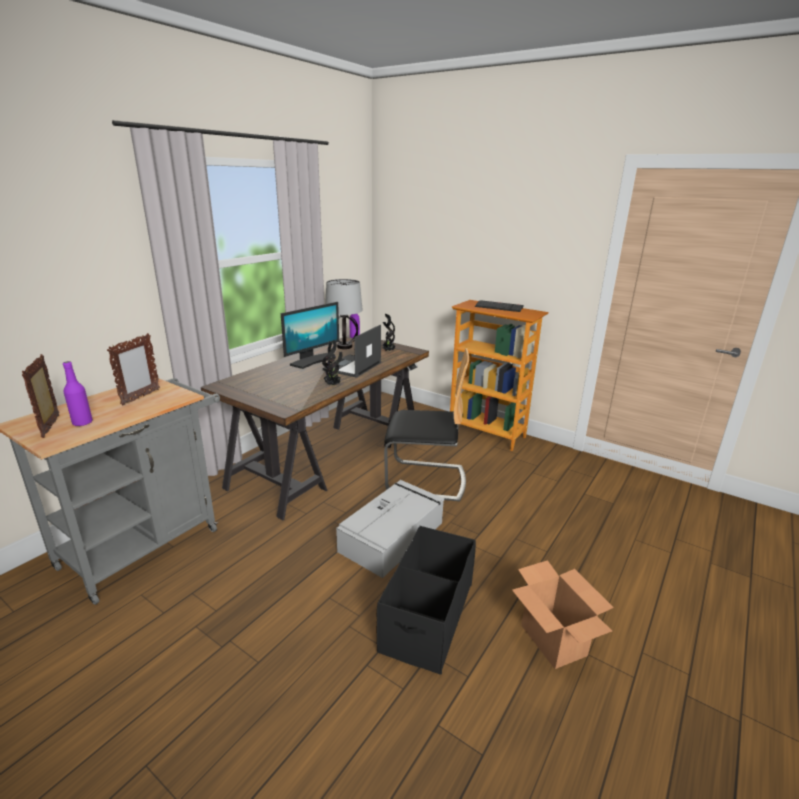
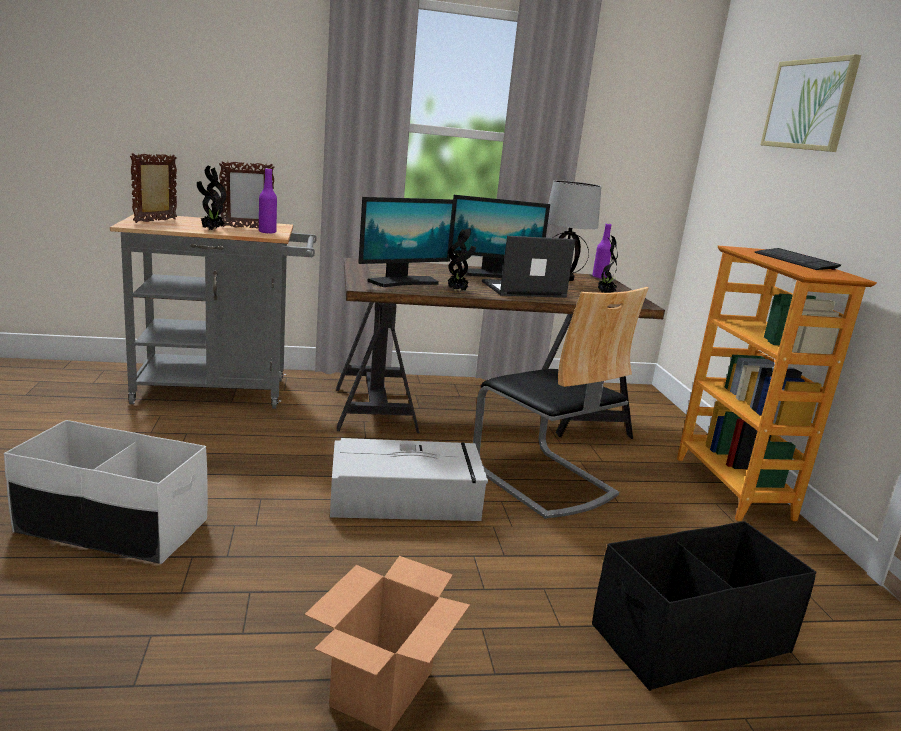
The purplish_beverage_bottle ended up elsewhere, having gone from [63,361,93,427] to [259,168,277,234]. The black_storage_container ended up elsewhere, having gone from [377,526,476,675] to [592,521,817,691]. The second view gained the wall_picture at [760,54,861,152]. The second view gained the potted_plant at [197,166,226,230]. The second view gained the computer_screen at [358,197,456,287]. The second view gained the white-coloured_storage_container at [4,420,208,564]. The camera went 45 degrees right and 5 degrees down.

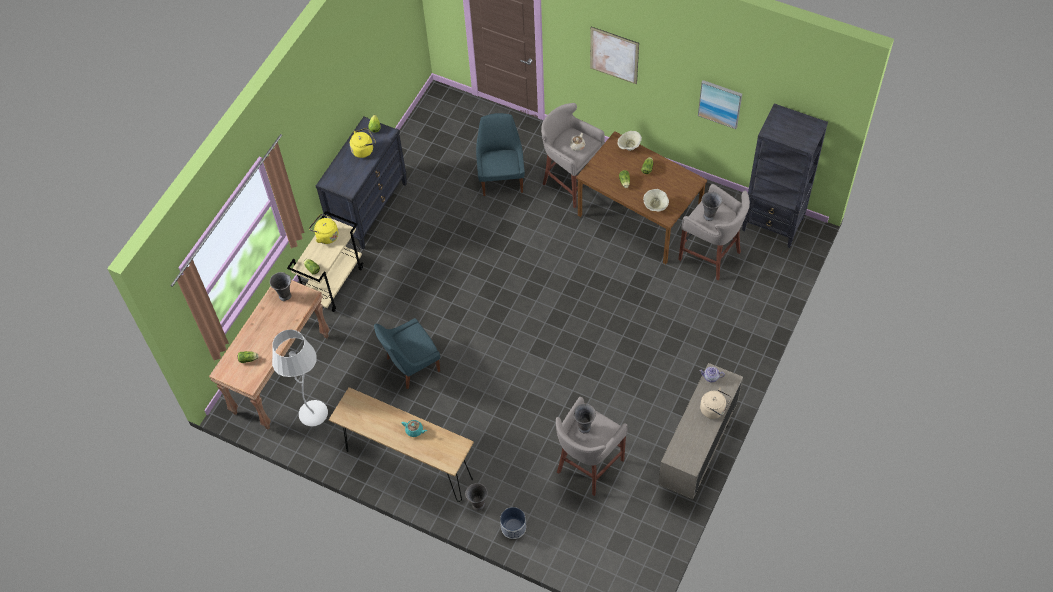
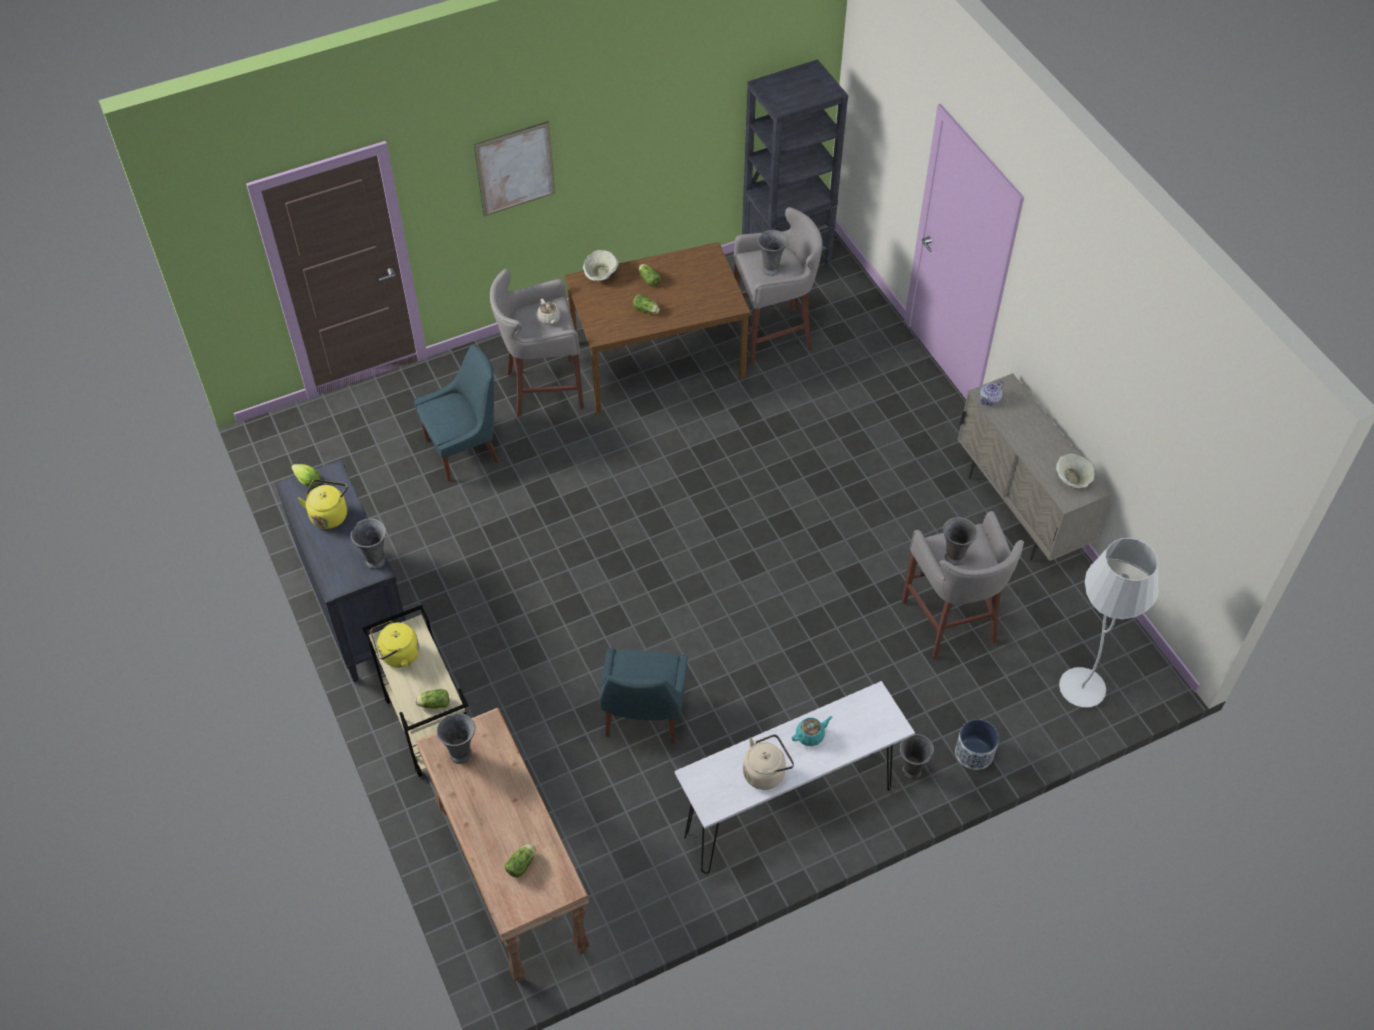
The second view lost the wall_picture at [698,80,742,129]. The bluish_chair at [476,113,525,196] ended up facing another way, 120 degrees clockwise from before. The sand-coloured_serving_bowl ended up elsewhere, having gone from [643,189,669,211] to [1056,454,1095,488]. The white-coloured_floor_lamp ended up elsewhere, having gone from [272,330,328,427] to [1059,538,1158,708]. What was the brown_narrow_table at [329,387,474,502] turned into the white-coloured_narrow_table at [675,681,915,874]. The sand-coloured_tea_kettle ended up elsewhere, having gone from [700,387,731,419] to [743,734,794,790]. The second view gained the greyish_flower_vase at [351,518,386,569]. The camera went 55 degrees left and 5 degrees down.

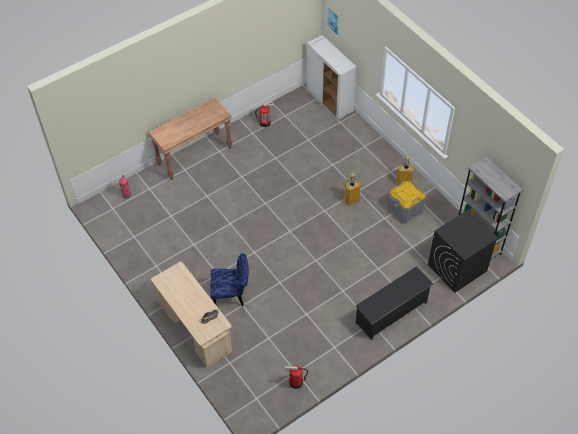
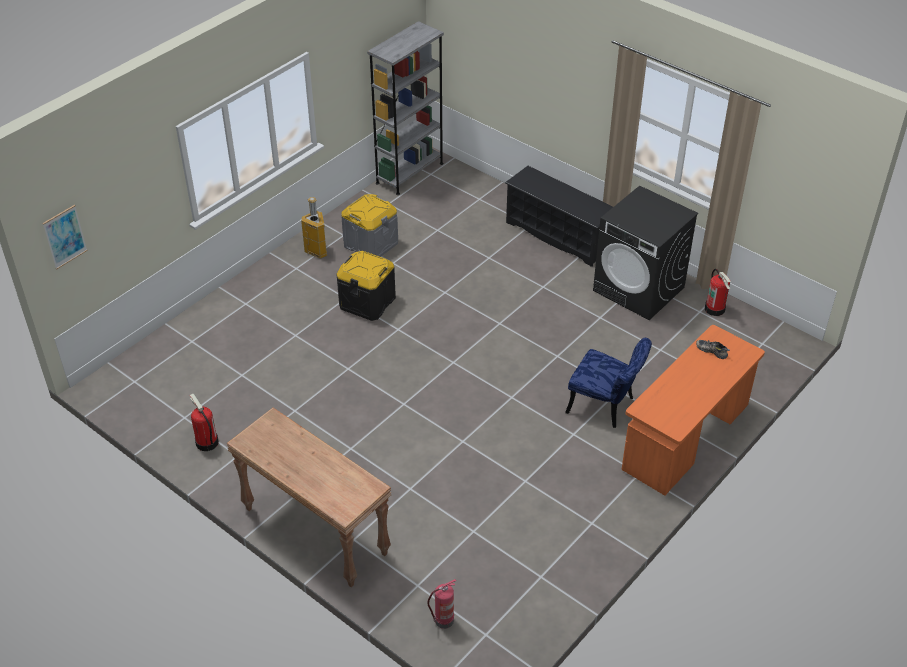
The second view lost the white-coloured_cabinet at [306,35,356,119]. Where the rubbish_bin stood at [344,173,361,206], the black_storage_container came to stand at [336,251,396,321]. The black_washing_machine ended up elsewhere, having gone from [428,209,498,292] to [593,186,698,320]. The bluish_chair at [211,253,249,306] ended up facing another way, 135 degrees clockwise from before. What was the sand-coloured_desk_table at [151,261,232,367] turned into the orange-coloured_desk_table at [622,325,765,496]. The camera went 105 degrees left and 10 degrees down.

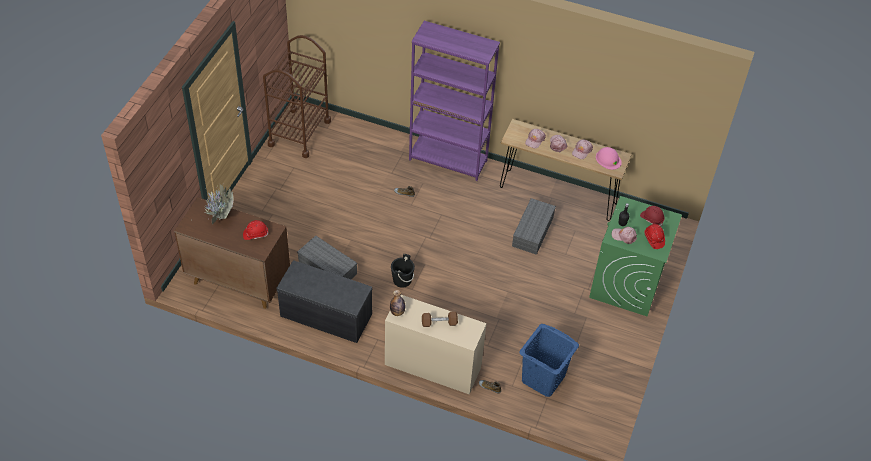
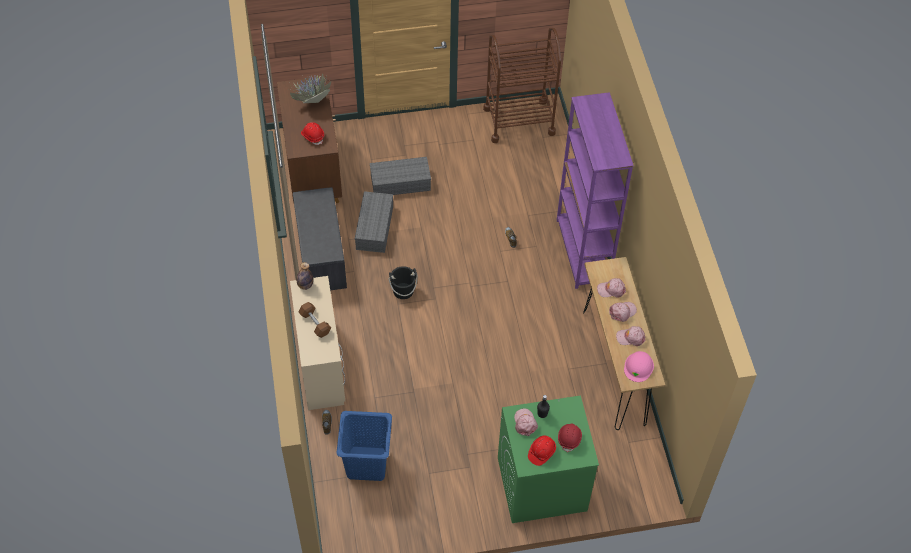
The greyish_storage_container ended up elsewhere, having gone from [512,198,556,255] to [370,157,431,195]. The camera went 60 degrees right and 5 degrees up.

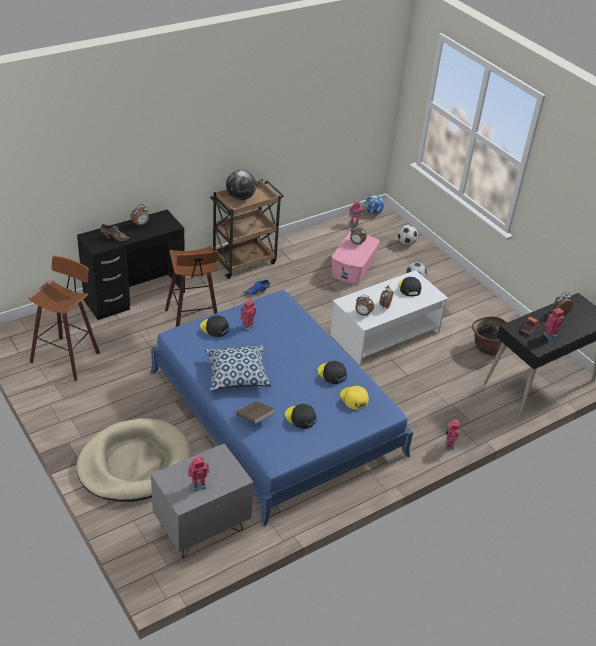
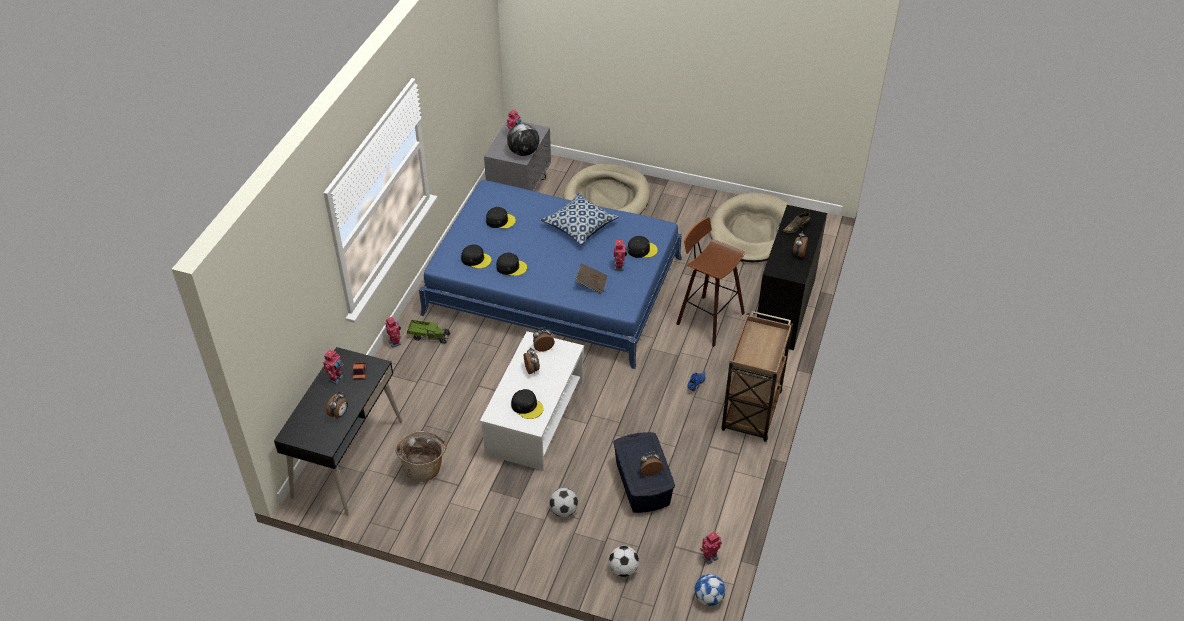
The globe ended up elsewhere, having gone from [226,170,256,200] to [507,124,539,156]. What was the pinkish_storage_container at [332,232,380,285] turned into the bluish_storage_container at [613,432,675,513]. Where the sitting_stool stood at [28,256,100,381], the sand-coloured_dog_cushion came to stand at [710,193,790,262]. What was the yellow_cap at [340,386,369,410] turned into the black_cap at [461,244,492,269]. The brown_volume ended up elsewhere, having gone from [236,401,275,424] to [575,263,608,294]. The second view gained the toy_truck at [407,320,450,344]. The camera went 145 degrees right and 5 degrees up.

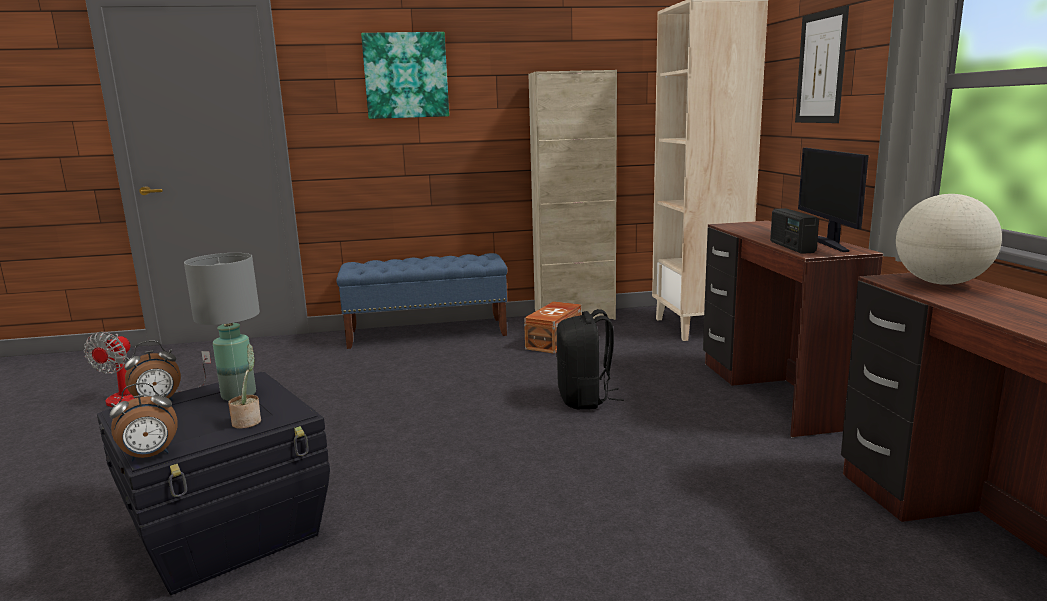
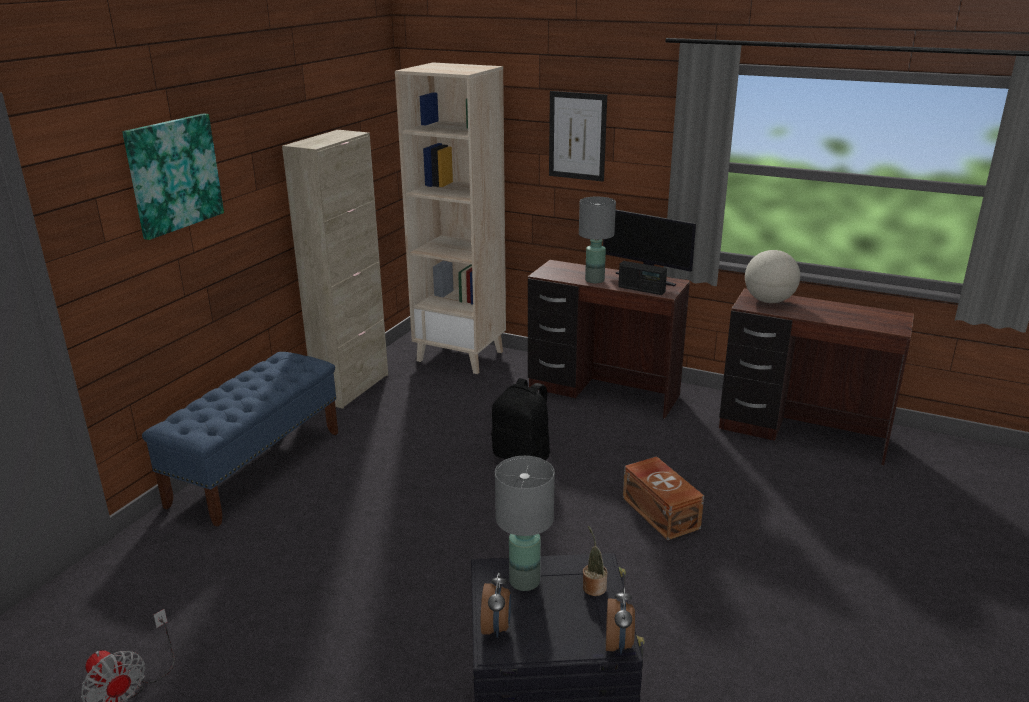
The brown_storage_container ended up elsewhere, having gone from [524,301,582,354] to [623,456,704,540]. The second view gained the greyish_table_lamp at [579,197,616,283]. The camera went 55 degrees left and 10 degrees up.

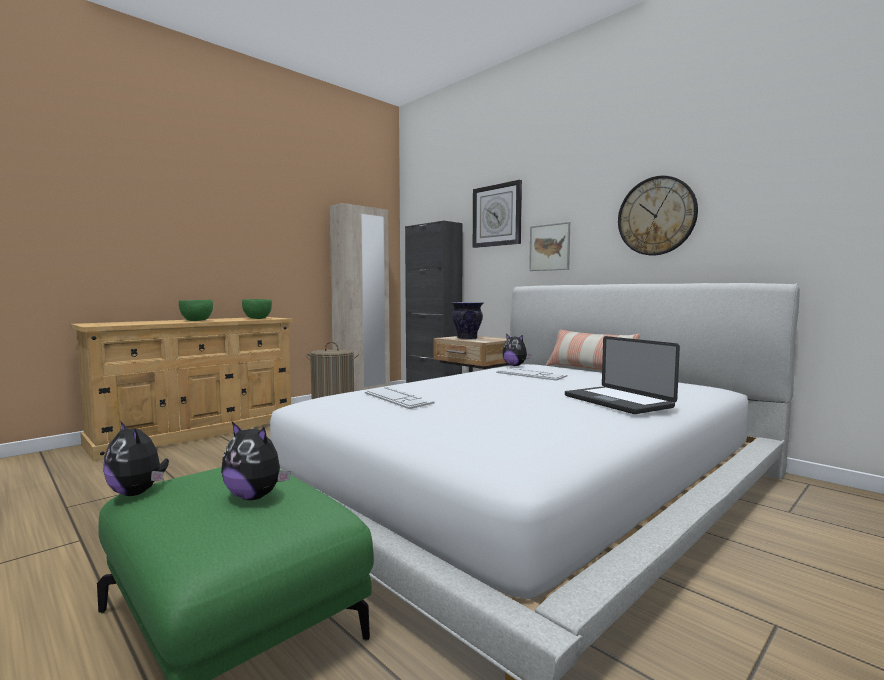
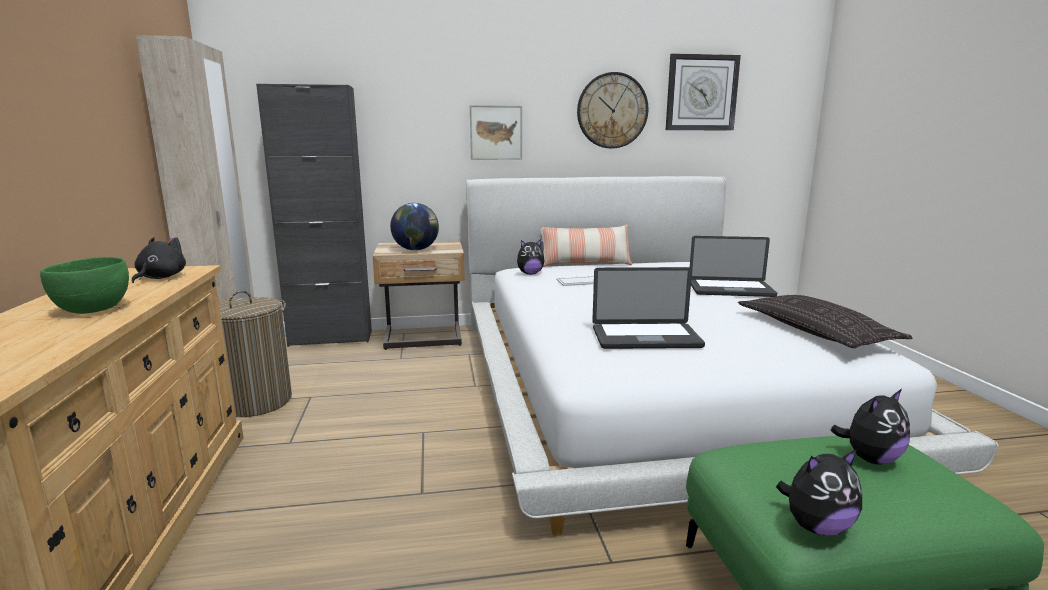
The hanging_clock ended up elsewhere, having gone from [473,180,522,248] to [666,53,741,130]. Where the green-coloured_serving_bowl stood at [242,299,272,319], the black_soft_toy came to stand at [132,237,186,283]. Where the flower_vase stood at [451,302,483,340], the globe came to stand at [390,203,439,250]. Where the keyboard stood at [365,387,434,409], the portable_computer came to stand at [592,267,705,349]. The second view gained the throw_pillow at [738,295,912,348]. The camera went 55 degrees left and 10 degrees up.

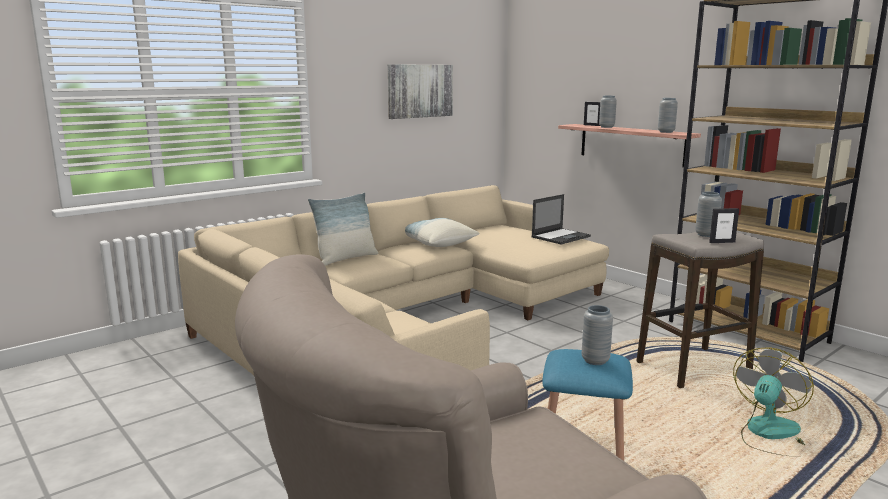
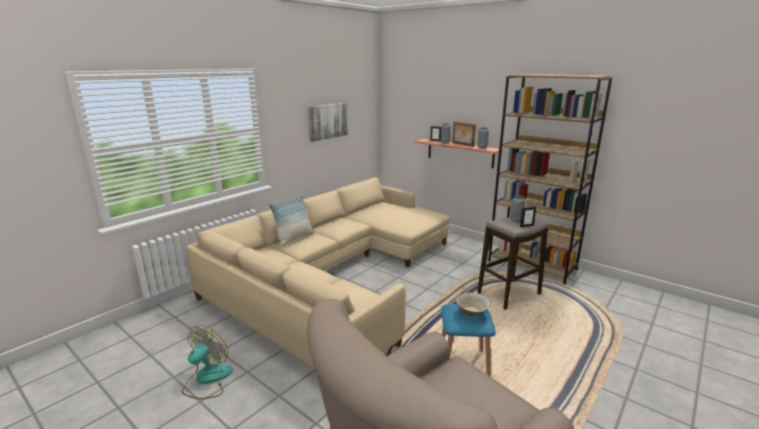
The second view lost the portable_computer at [531,194,591,244]. The second view lost the throw_pillow at [405,218,479,247]. Where the greyish_flower_vase stood at [582,305,613,365], the sand-coloured_serving_bowl came to stand at [456,293,490,317]. The fan ended up elsewhere, having gone from [733,348,814,457] to [182,325,233,399]. The second view gained the standing_frame at [452,122,476,147]. The camera went 10 degrees left and 5 degrees up.

